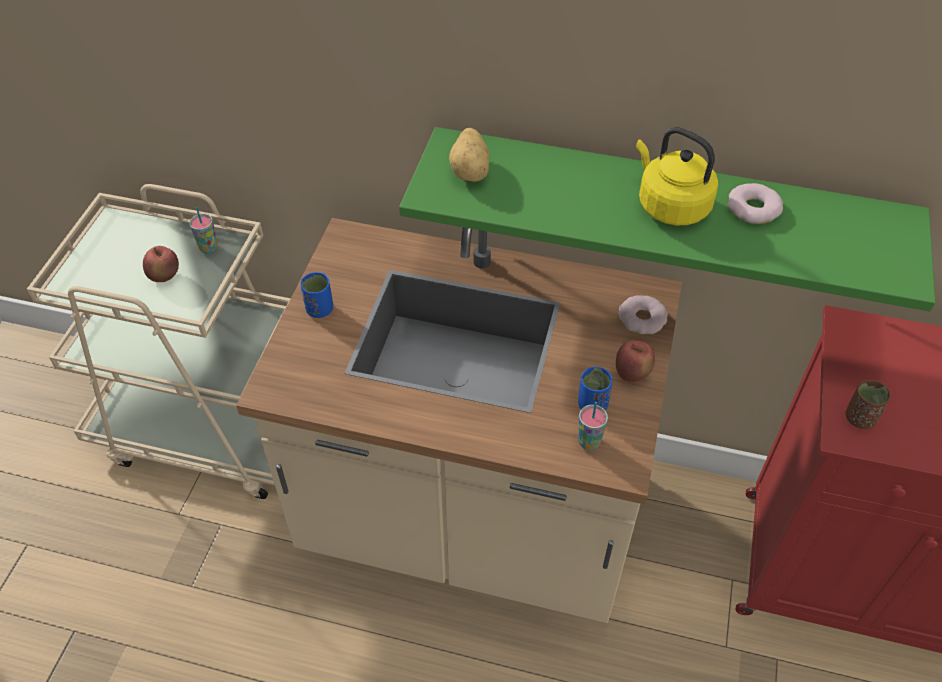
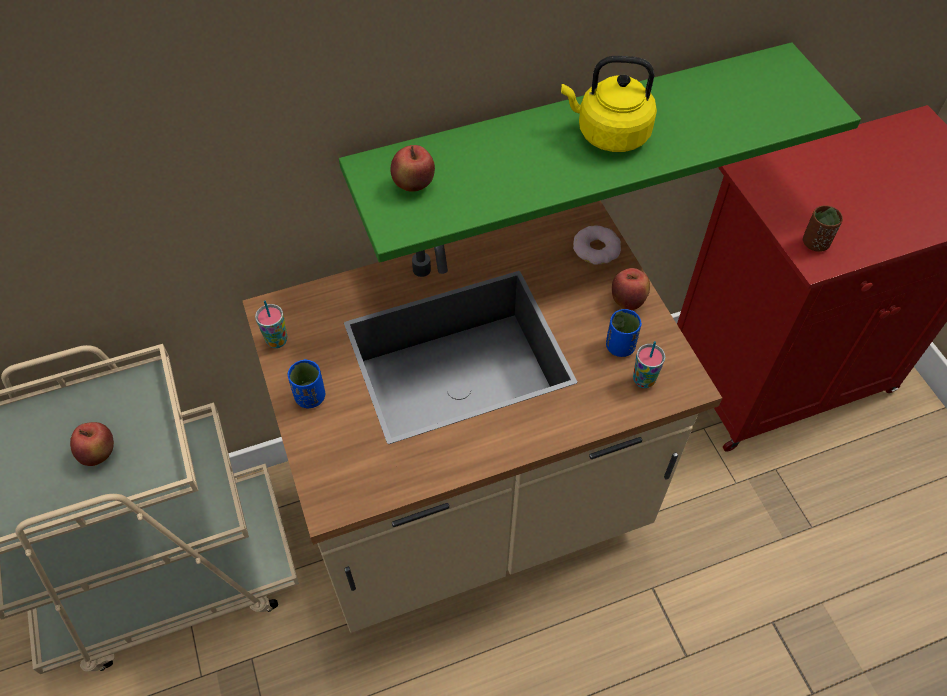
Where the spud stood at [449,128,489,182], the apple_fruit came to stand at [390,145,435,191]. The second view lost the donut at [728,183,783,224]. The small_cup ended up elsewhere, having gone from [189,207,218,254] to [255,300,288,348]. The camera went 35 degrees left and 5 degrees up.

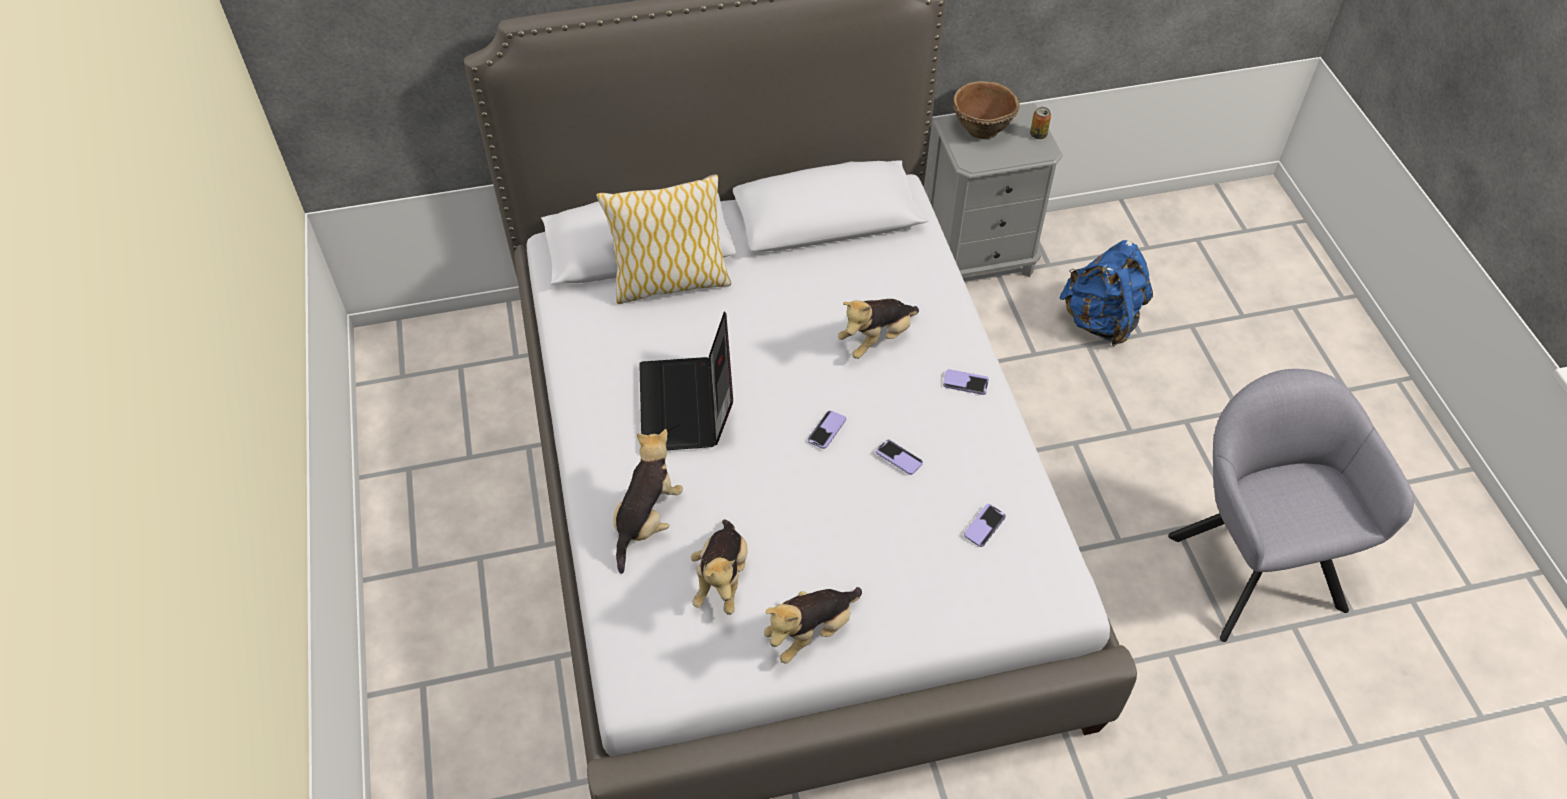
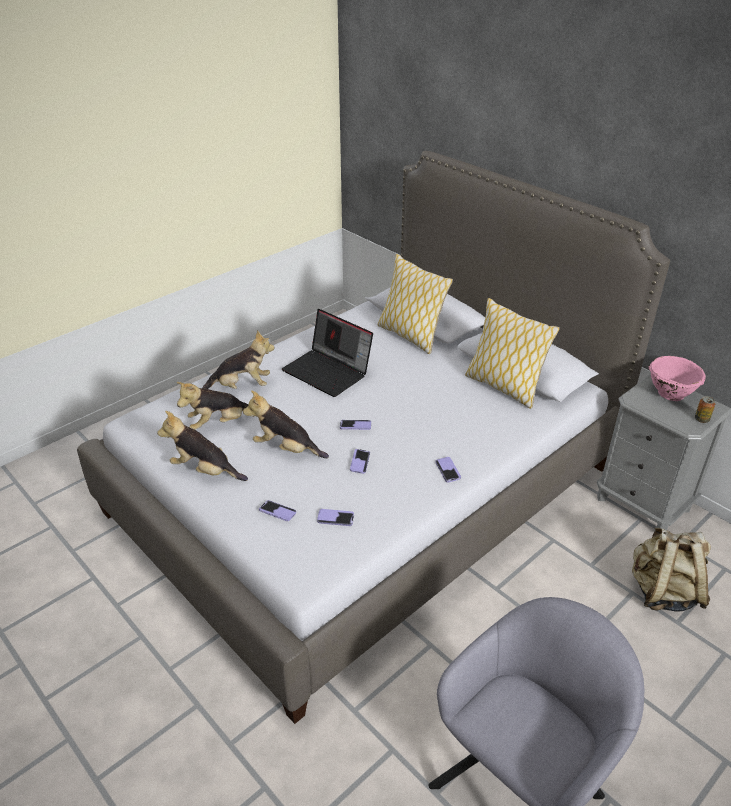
What was the brown_serving_bowl at [952,81,1020,139] turned into the pinkish_serving_bowl at [648,356,706,401]. What was the bluish_backpack at [1059,240,1153,346] turned into the sand-coloured_backpack at [632,528,711,612]. The soft_toy ended up elsewhere, having gone from [838,299,919,359] to [243,390,329,458]. The portable_computer at [639,312,733,450] ended up facing another way, 105 degrees counterclockwise from before. The second view gained the throw_pillow at [465,298,560,409]. The second view gained the handset at [259,500,296,521]. The camera went 60 degrees right and 15 degrees down.

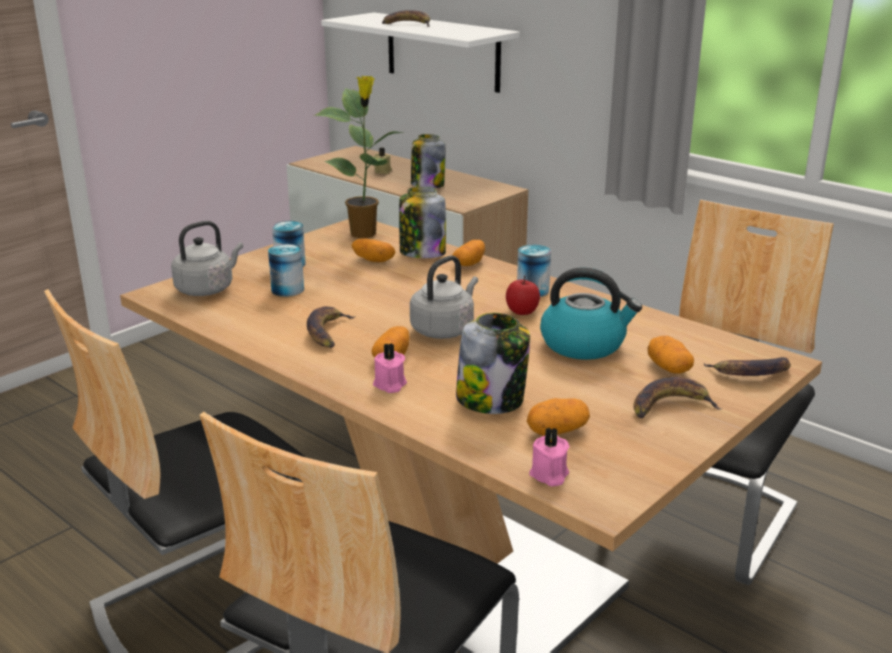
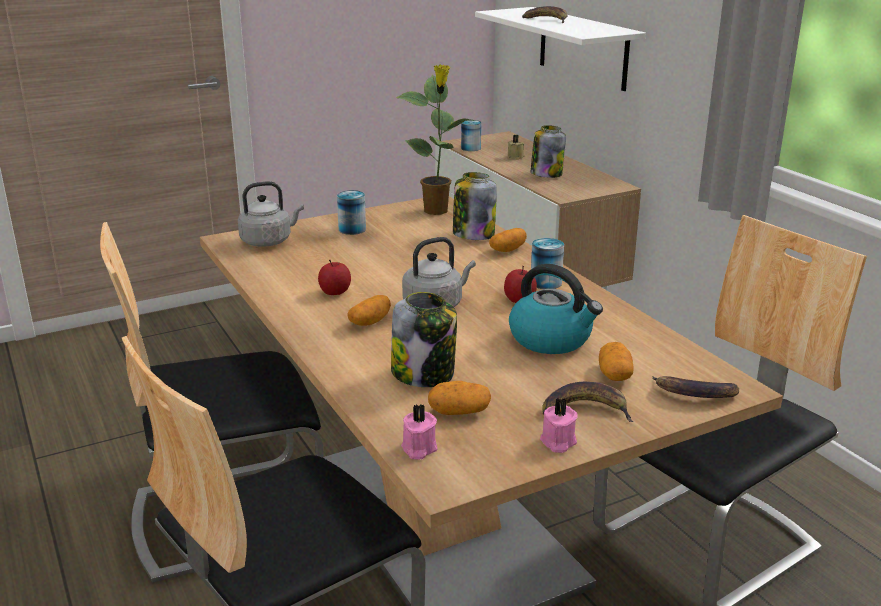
The second view lost the spud at [352,238,395,262]. The metal_can ended up elsewhere, having gone from [268,244,304,297] to [461,120,481,151]. Where the whole_banana stood at [307,306,356,348], the apple_fruit came to stand at [318,260,351,295]. The pinkish_wax_candle ended up elsewhere, having gone from [373,343,407,393] to [540,398,578,453]. The camera went 20 degrees right and 0 degrees up.

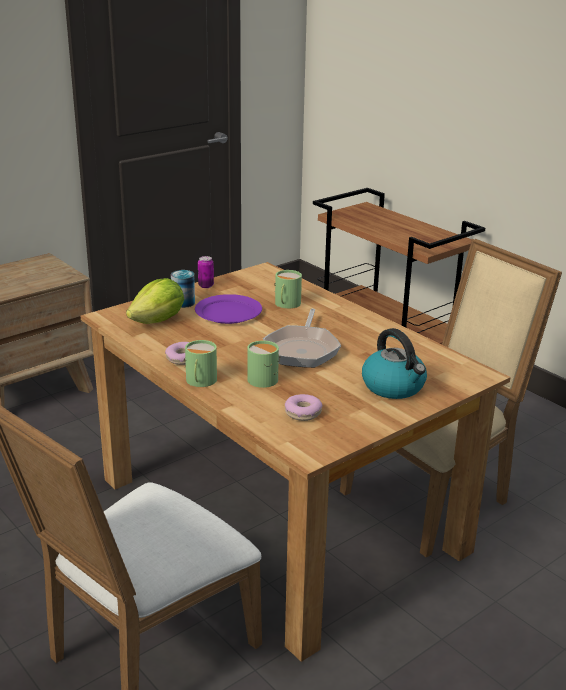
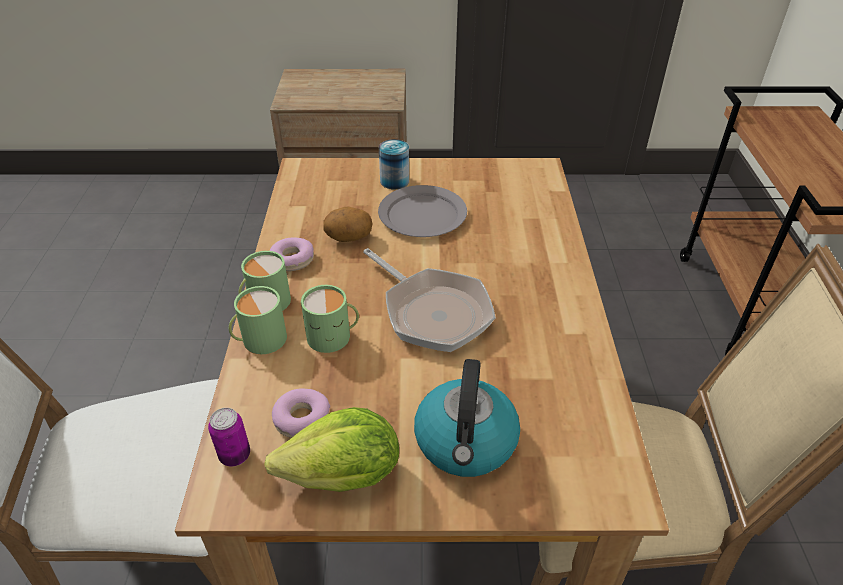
The metal_can ended up elsewhere, having gone from [198,256,214,288] to [208,408,250,466]. The green-coloured_coffee_mug ended up elsewhere, having gone from [274,270,302,309] to [229,286,287,354]. The lettuce ended up elsewhere, having gone from [126,278,184,324] to [264,407,399,492]. What was the purplish_plate at [195,294,262,324] turned into the greyish_plate at [378,185,467,237]. The pan at [263,308,341,368] ended up facing another way, 90 degrees counterclockwise from before. The second view gained the spud at [323,206,372,242]. The camera went 40 degrees right and 15 degrees up.

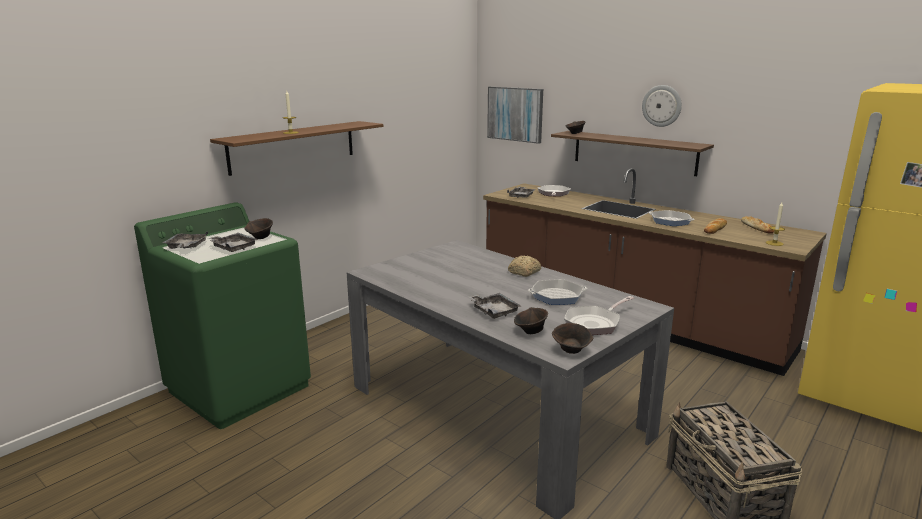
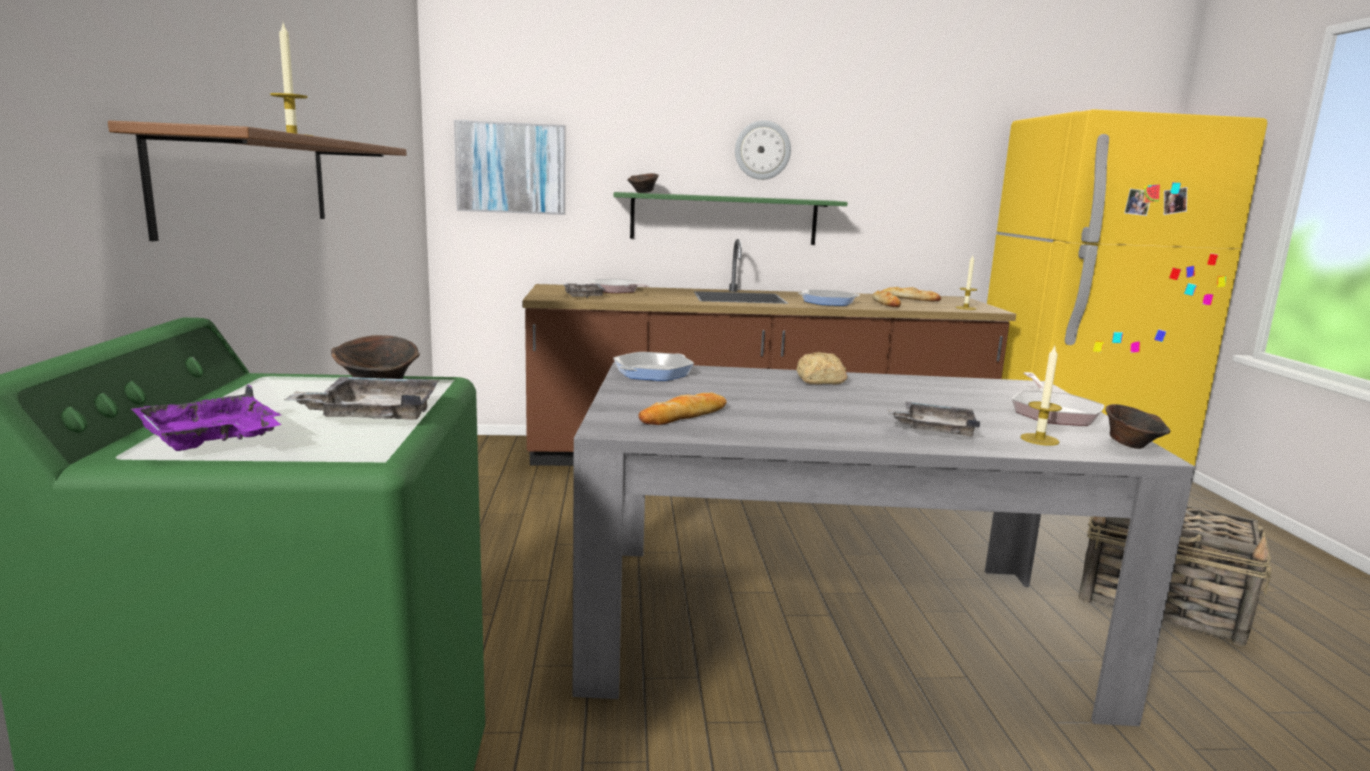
What was the brown_bracket_shelf at [551,131,714,176] turned into the green-coloured_bracket_shelf at [613,192,848,245]. What was the greyish_tray at [162,231,208,249] turned into the purplish_tray at [131,385,282,451]. The pan ended up elsewhere, having gone from [528,279,587,305] to [613,352,694,381]. Where the brown_serving_bowl stood at [514,307,548,334], the wax_candle came to stand at [1020,346,1062,446]. The second view gained the bread at [639,392,727,425]. The camera went 45 degrees left and 5 degrees down.

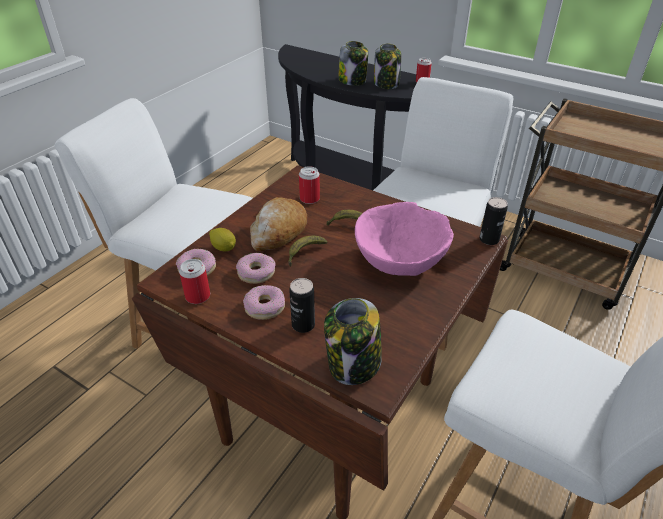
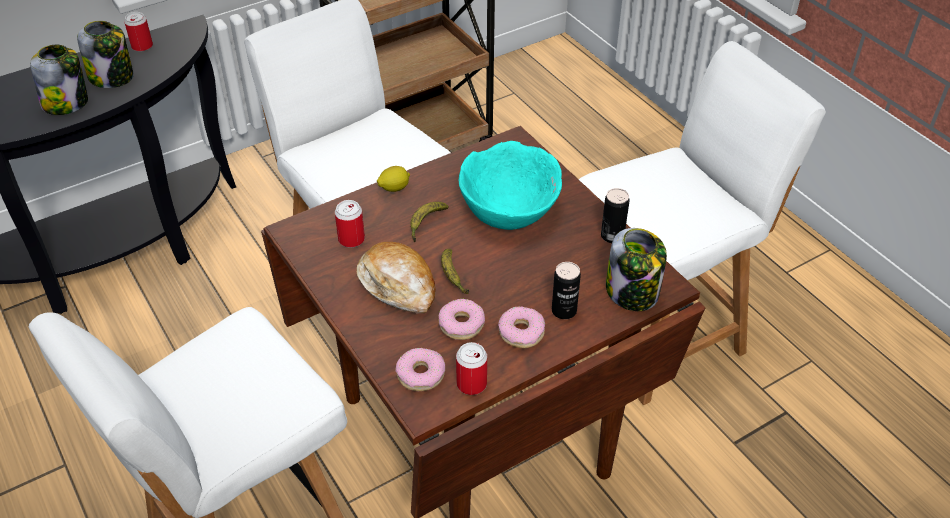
The metal_can ended up elsewhere, having gone from [479,197,508,245] to [601,188,630,243]. What was the pinkish_serving_bowl at [355,202,454,276] turned into the turquoise-coloured_serving_bowl at [459,141,562,230]. The lemon ended up elsewhere, having gone from [209,228,236,252] to [377,166,410,192]. The camera went 65 degrees left and 5 degrees up.

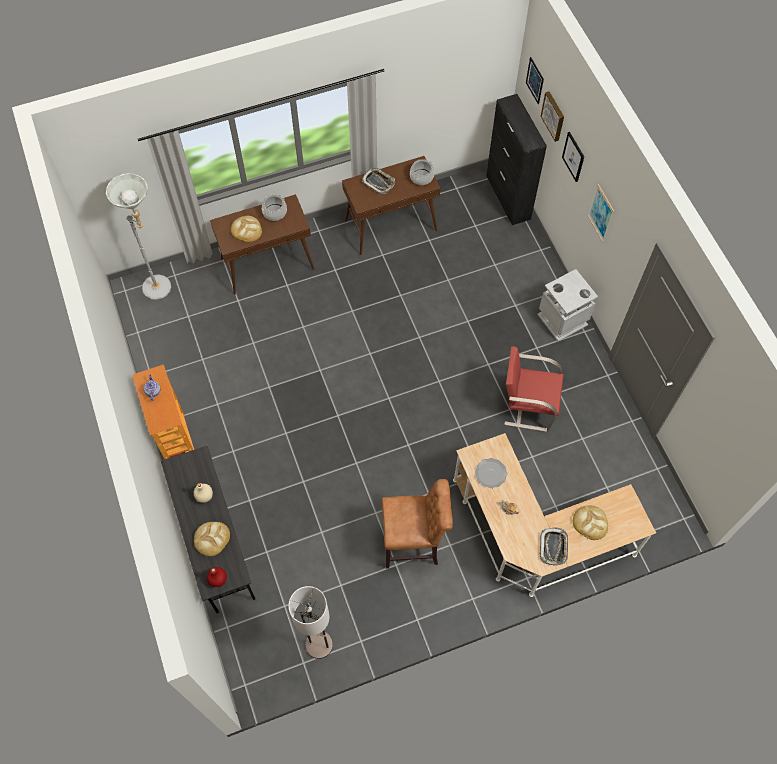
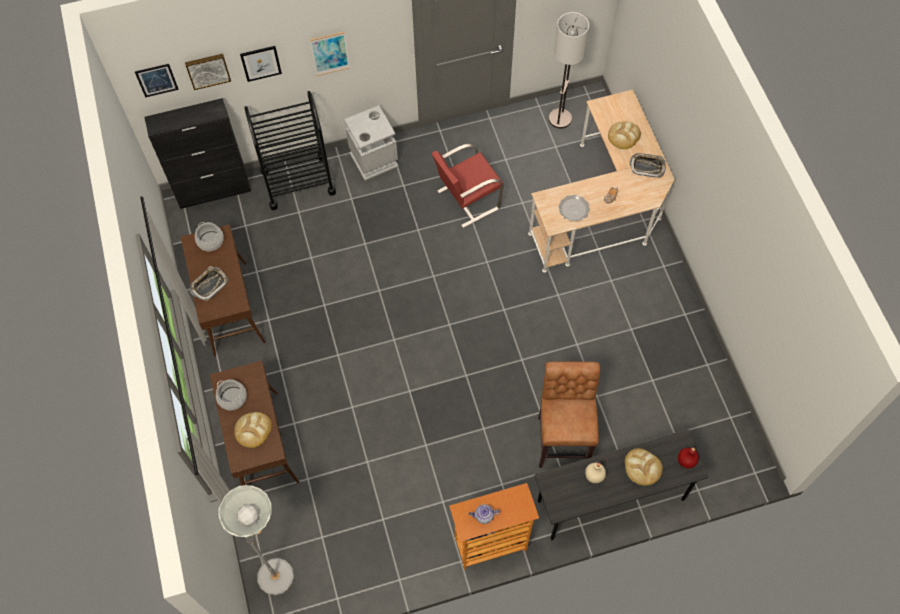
The red-coloured_chair at [504,346,564,432] ended up facing another way, 45 degrees clockwise from before. The brown_sitting_stool ended up elsewhere, having gone from [382,479,453,569] to [538,361,600,468]. The floor_lamp ended up elsewhere, having gone from [288,586,333,659] to [549,12,589,128]. The second view gained the black_trolley at [244,91,336,210]. The camera went 85 degrees left and 0 degrees up.

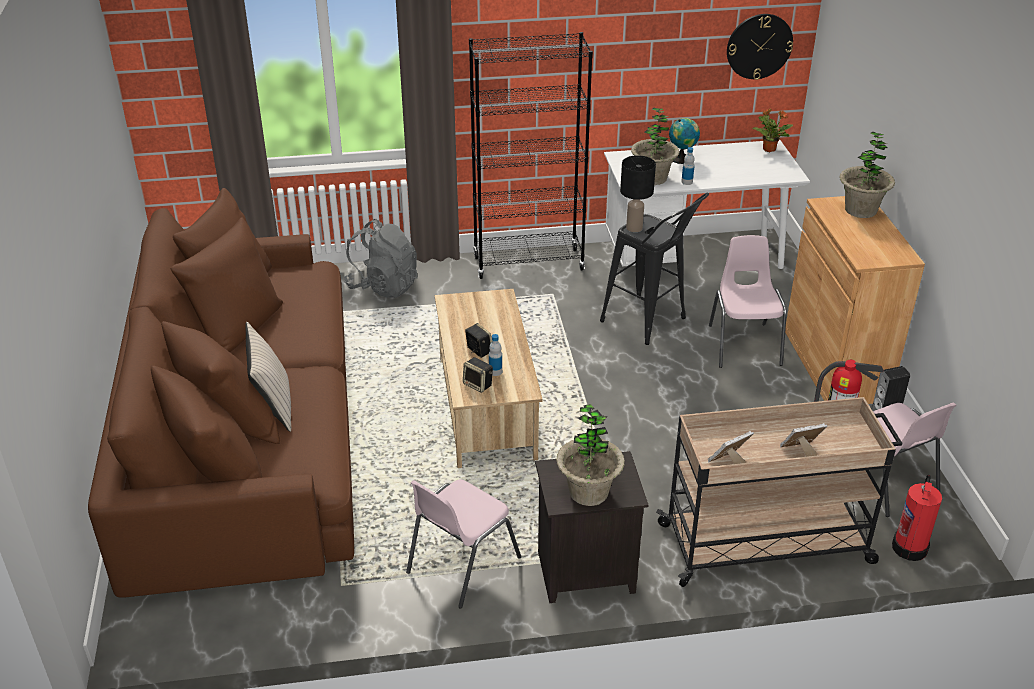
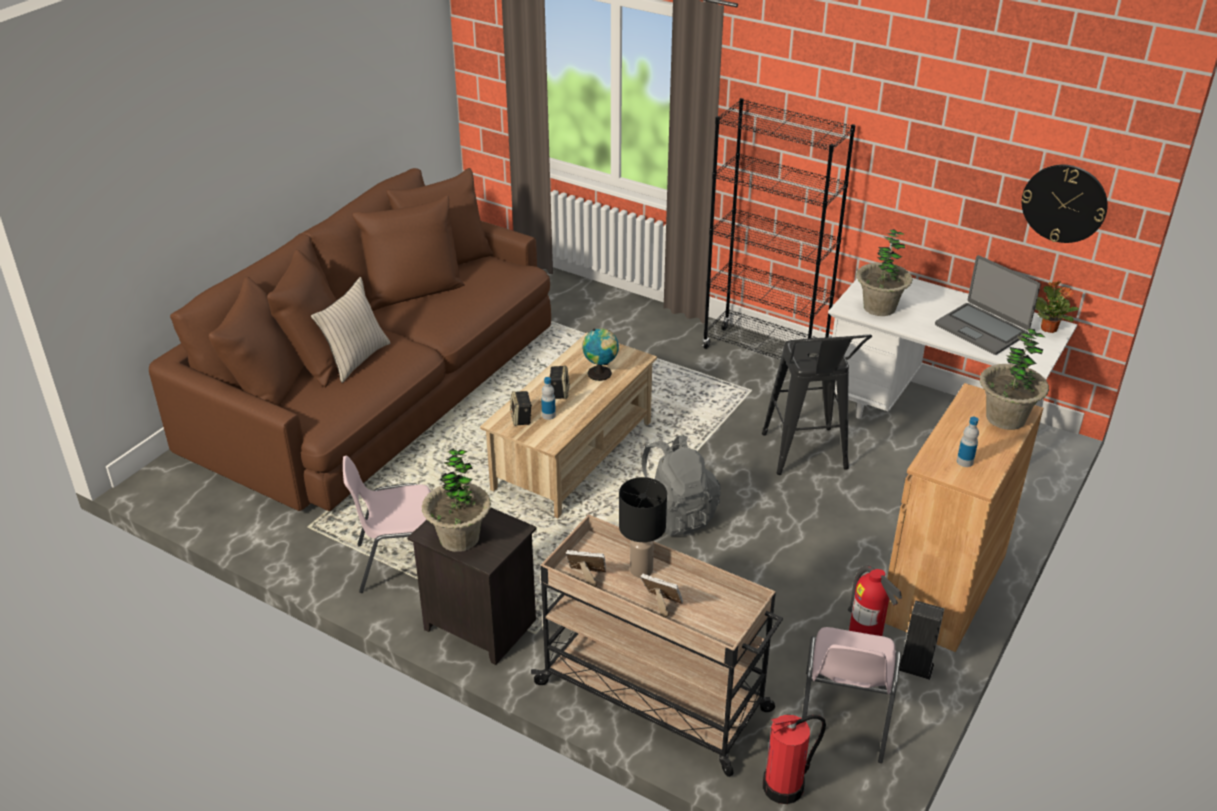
The globe ended up elsewhere, having gone from [669,118,700,164] to [582,328,619,381]. The beverage_bottle ended up elsewhere, having gone from [681,147,695,185] to [957,417,979,467]. The black_table_lamp ended up elsewhere, having gone from [620,155,656,232] to [619,477,667,578]. The greyish_backpack ended up elsewhere, having gone from [344,219,418,298] to [642,435,721,536]. The second view lost the pinkish_chair at [709,235,787,368]. The second view gained the portable_computer at [935,255,1041,355]. The camera went 40 degrees right and 0 degrees up.

